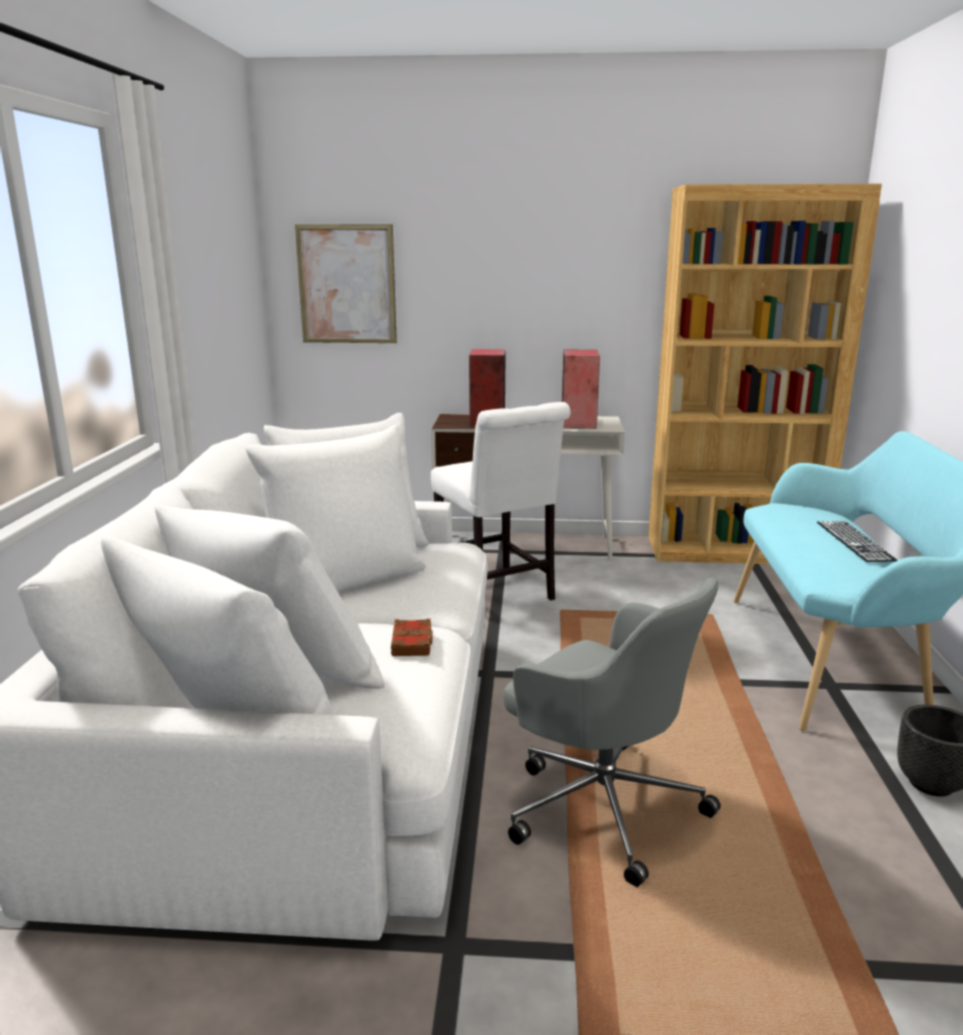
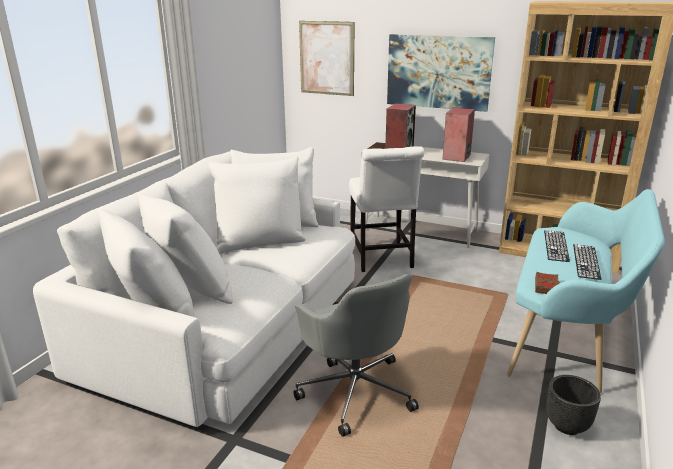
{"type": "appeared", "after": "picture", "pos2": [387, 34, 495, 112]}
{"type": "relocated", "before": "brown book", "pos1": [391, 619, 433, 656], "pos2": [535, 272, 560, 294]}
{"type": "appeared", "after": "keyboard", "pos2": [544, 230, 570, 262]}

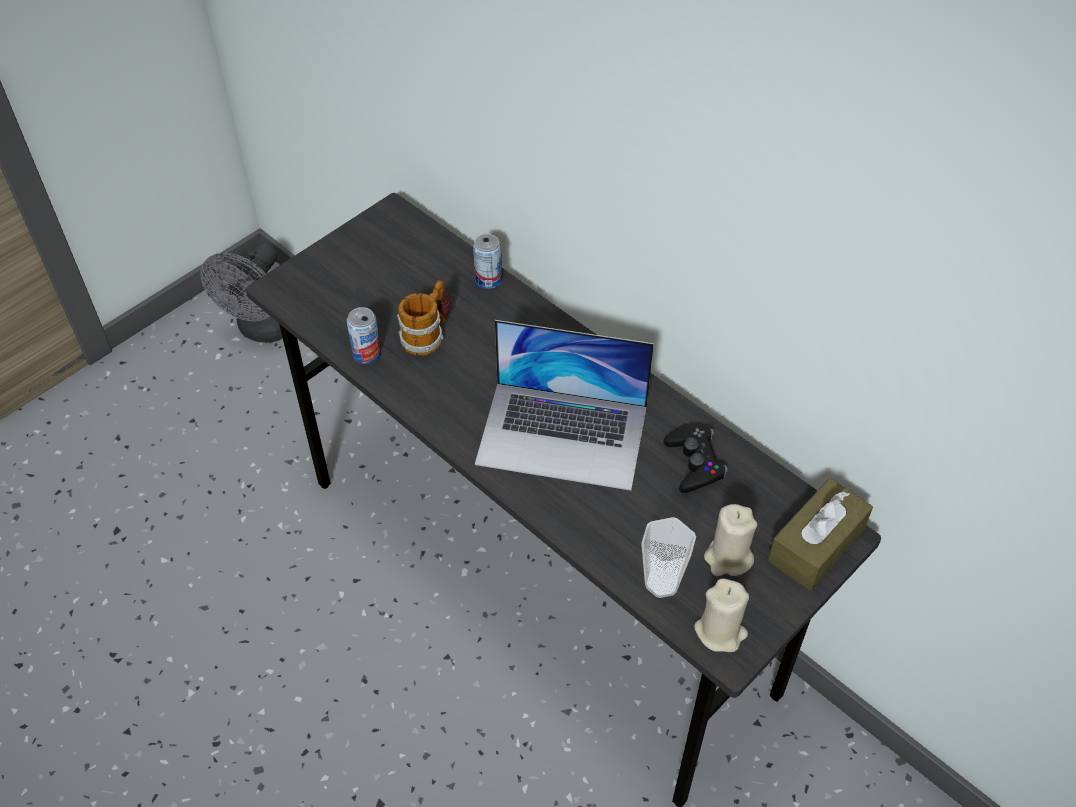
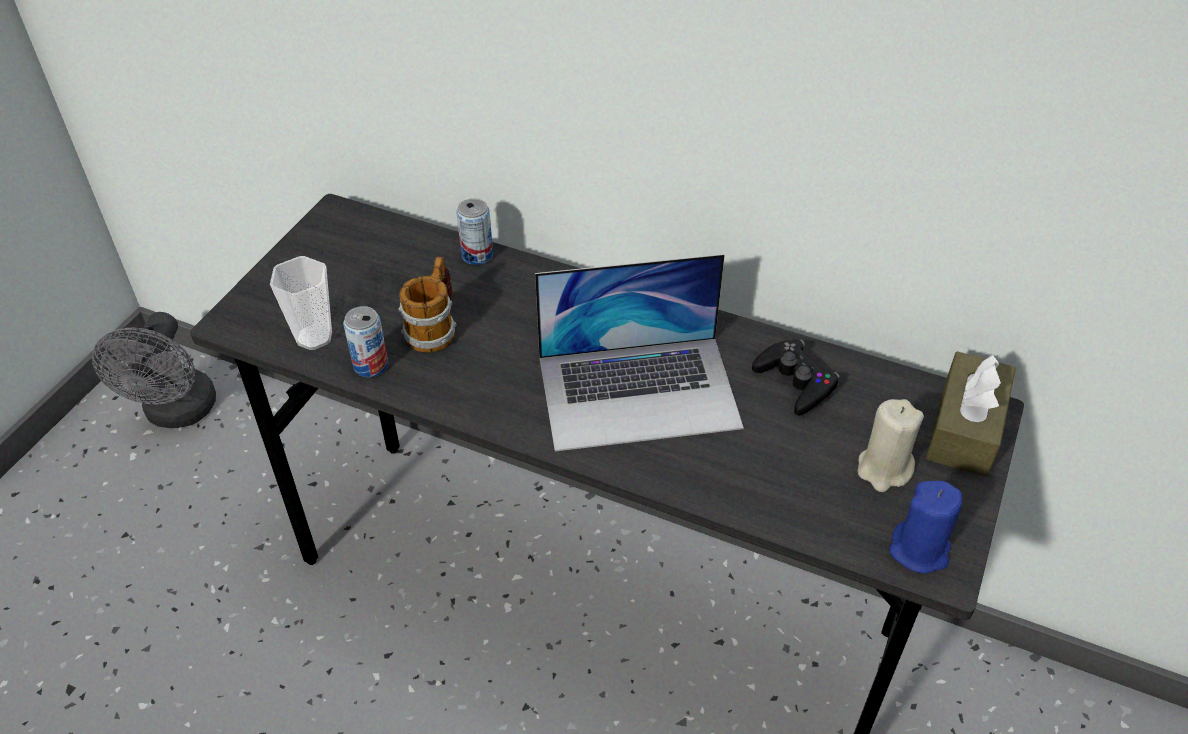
{"type": "relocated", "before": "cup", "pos1": [641, 517, 696, 598], "pos2": [270, 256, 332, 350]}
{"type": "colour", "before": "beige candle", "after": "blue candle", "pos1": [694, 578, 749, 652], "pos2": [889, 481, 962, 574]}

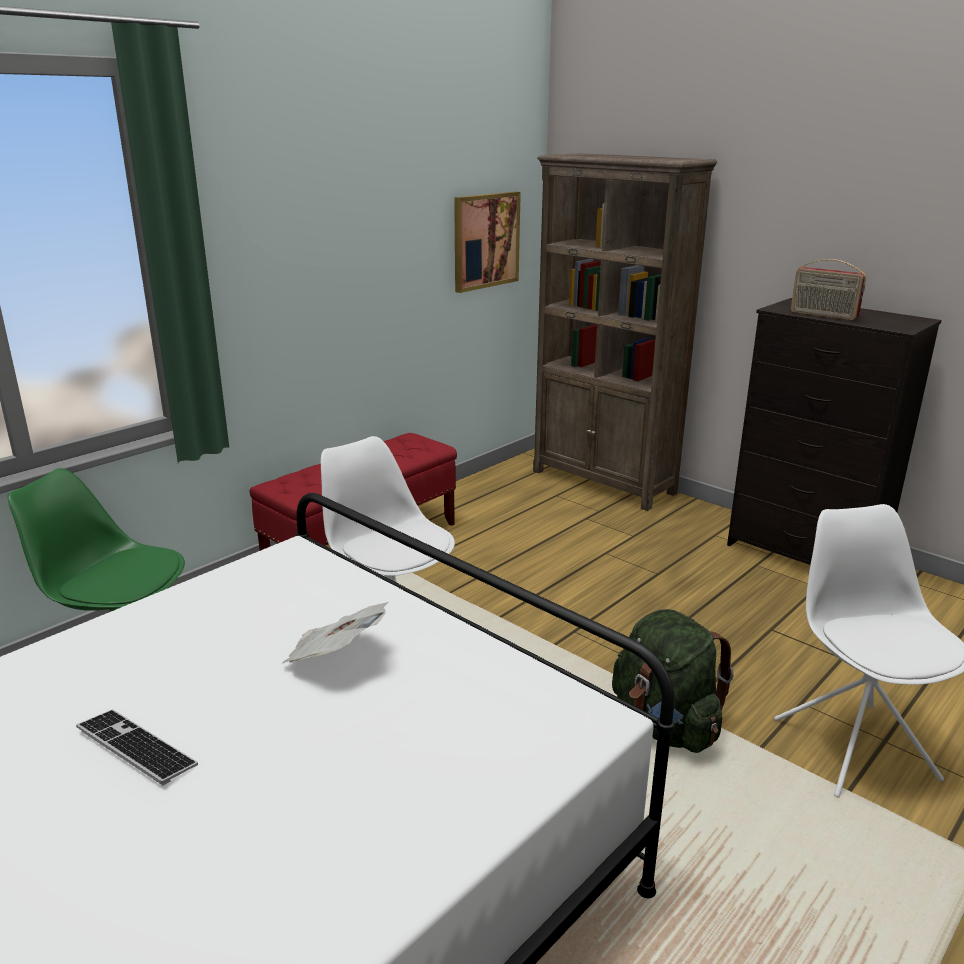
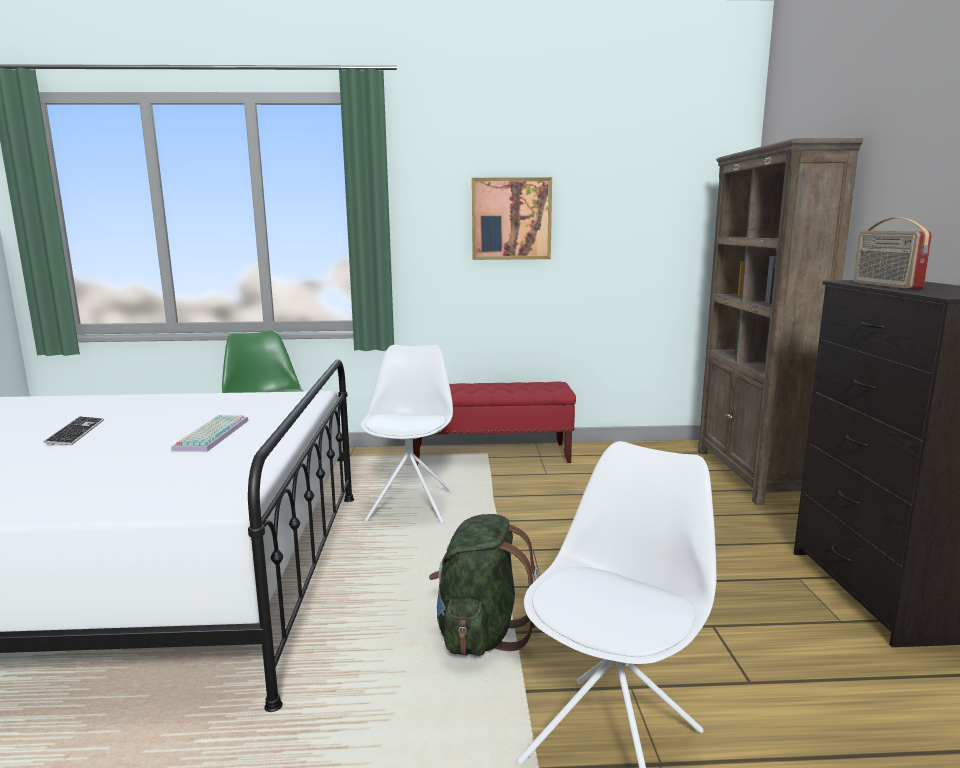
{"type": "exchanged", "before": "newspaper", "after": "keyboard", "pos1": [283, 602, 389, 663], "pos2": [171, 415, 249, 452]}
{"type": "relocated", "before": "picture", "pos1": [454, 191, 521, 293], "pos2": [472, 177, 552, 260]}

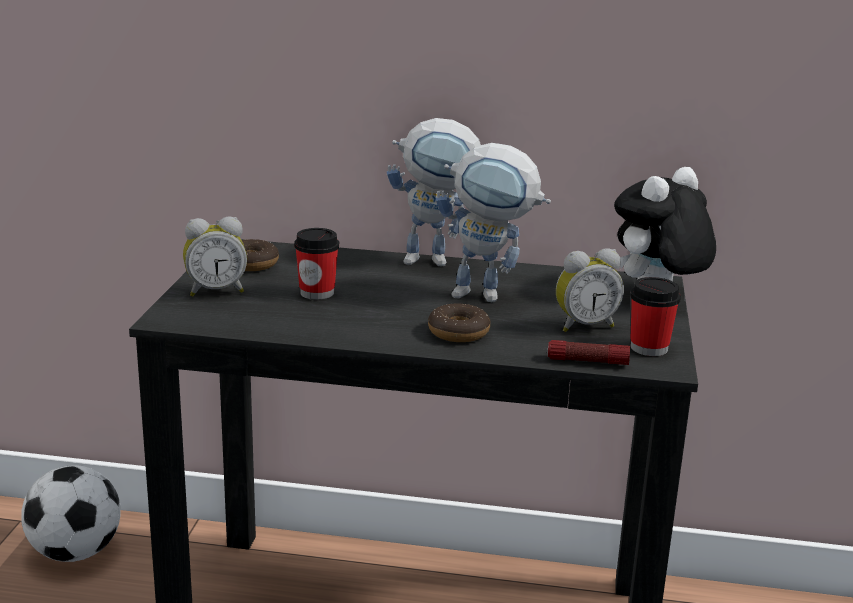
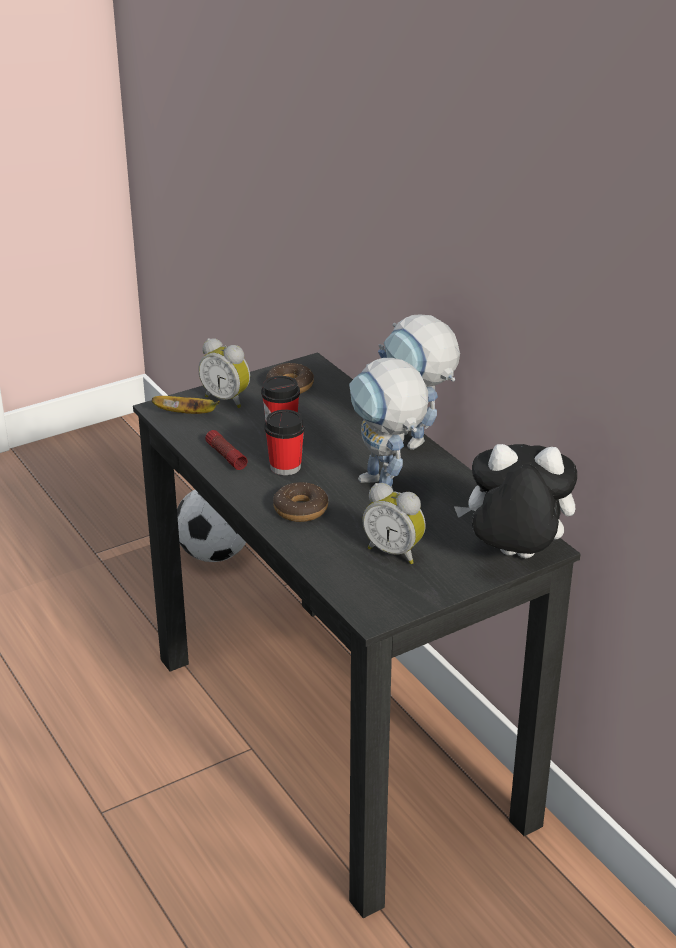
{"type": "appeared", "after": "banana", "pos2": [152, 396, 220, 414]}
{"type": "relocated", "before": "flashlight", "pos1": [548, 340, 630, 365], "pos2": [205, 430, 248, 470]}
{"type": "relocated", "before": "cup", "pos1": [630, 277, 681, 356], "pos2": [264, 410, 305, 475]}

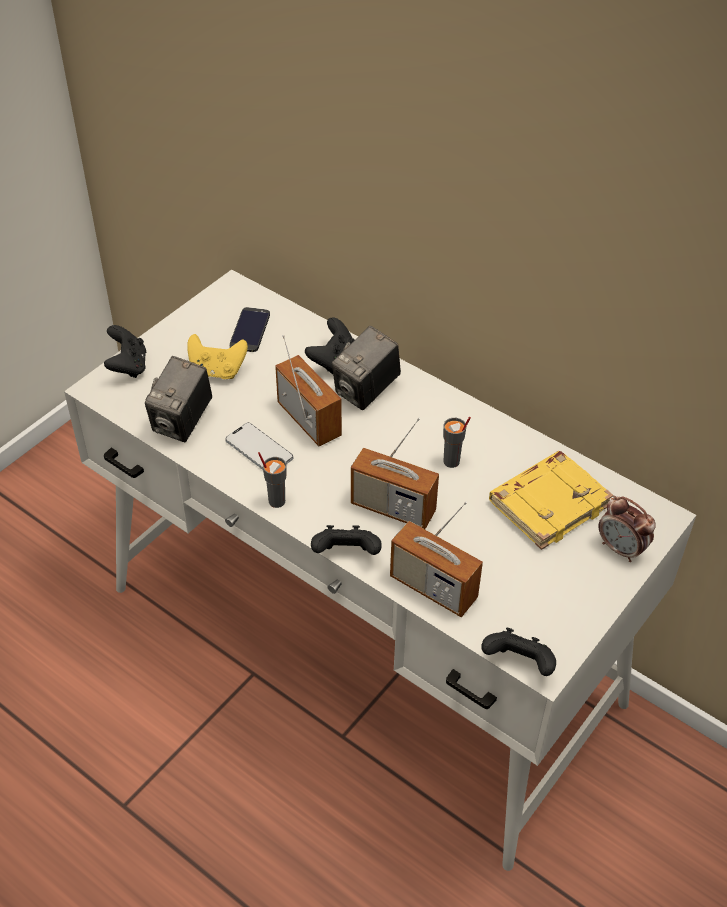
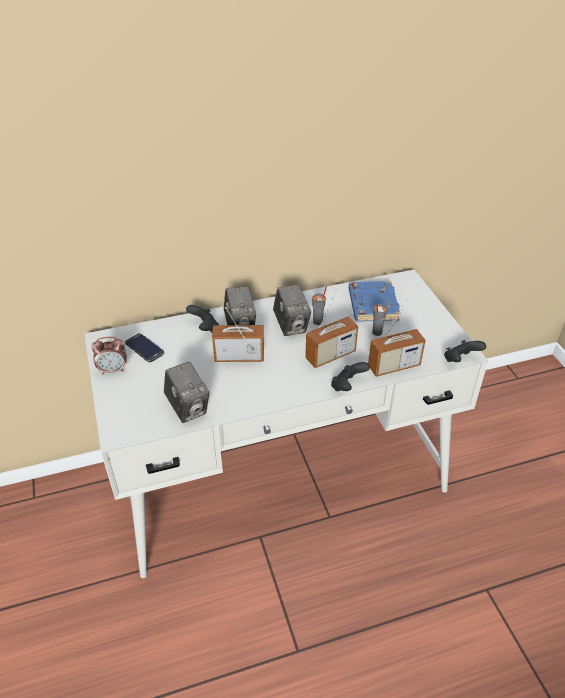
{"type": "relocated", "before": "alarm clock", "pos1": [598, 496, 656, 562], "pos2": [91, 337, 127, 375]}
{"type": "appeared", "after": "photo camera", "pos2": [273, 284, 311, 336]}
{"type": "colour", "before": "yellow book", "after": "blue book", "pos1": [489, 451, 614, 550], "pos2": [349, 281, 401, 322]}
{"type": "relocated", "before": "grey cup", "pos1": [258, 452, 287, 508], "pos2": [372, 304, 387, 336]}
{"type": "missing", "before": "black game controller", "pos1": [104, 325, 146, 378]}
{"type": "missing", "before": "yellow game controller", "pos1": [187, 334, 248, 379]}
{"type": "missing", "before": "phone", "pos1": [225, 422, 293, 470]}

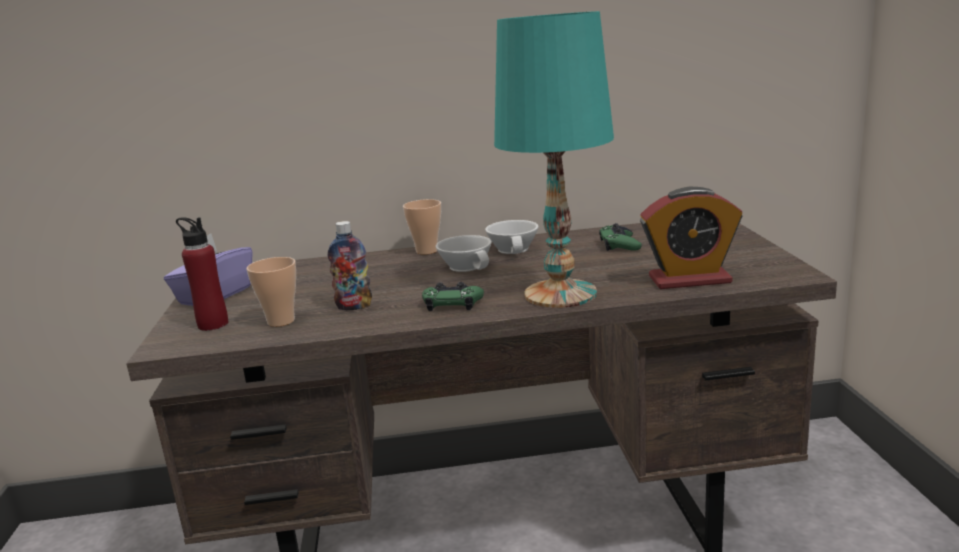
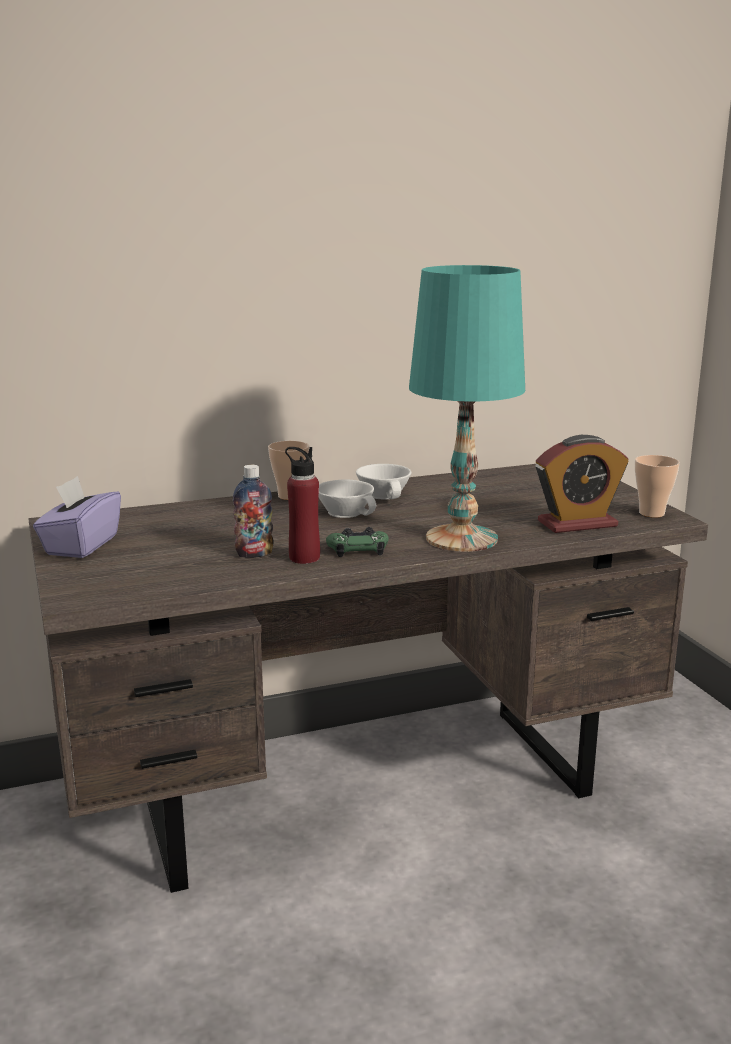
{"type": "relocated", "before": "red bottle", "pos1": [176, 217, 228, 331], "pos2": [285, 447, 320, 564]}
{"type": "relocated", "before": "cup", "pos1": [246, 257, 296, 327], "pos2": [635, 455, 680, 518]}
{"type": "missing", "before": "green game controller", "pos1": [599, 223, 642, 251]}

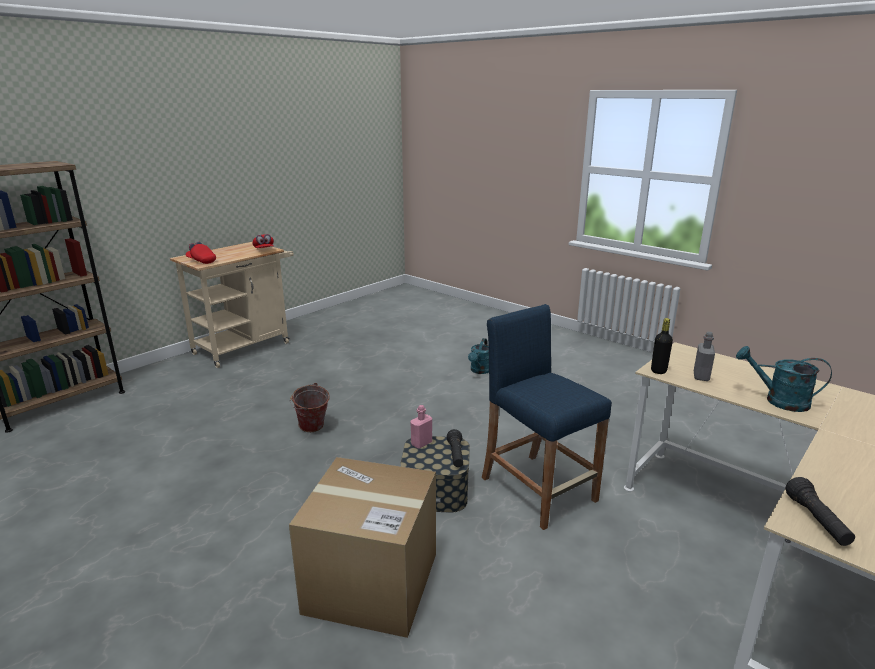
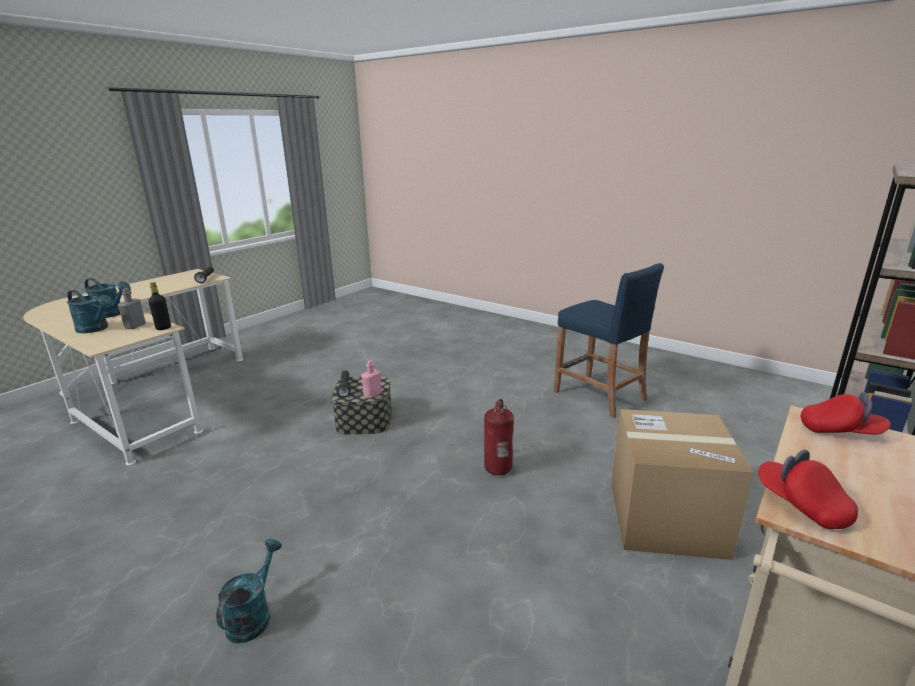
{"type": "appeared", "after": "turquoise watering can", "pos2": [67, 290, 113, 333]}
{"type": "exchanged", "before": "bucket", "after": "fire extinguisher", "pos1": [290, 383, 330, 432], "pos2": [484, 399, 514, 475]}
{"type": "relocated", "before": "blue stool", "pos1": [482, 304, 612, 530], "pos2": [554, 263, 664, 418]}
{"type": "relocated", "before": "cardboard box", "pos1": [289, 457, 436, 638], "pos2": [611, 409, 754, 560]}

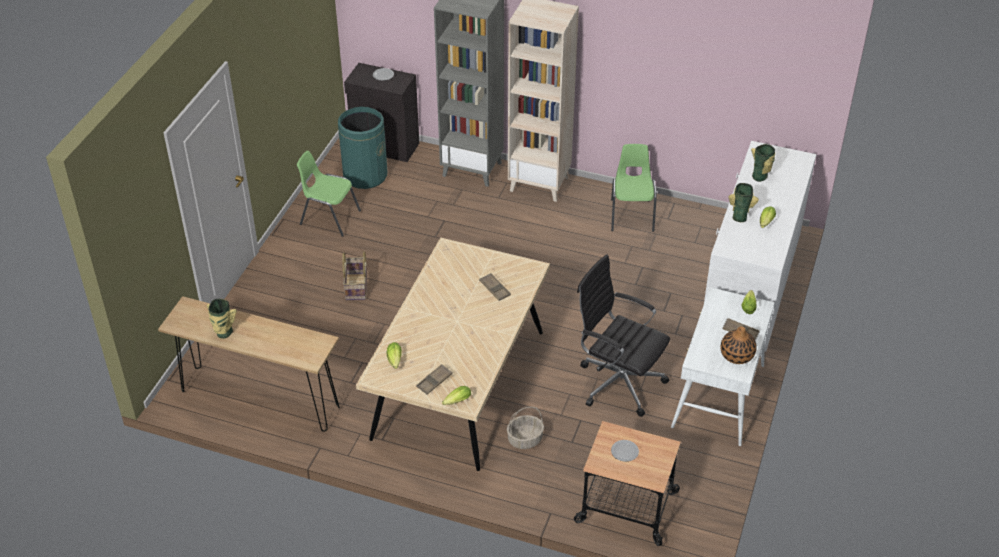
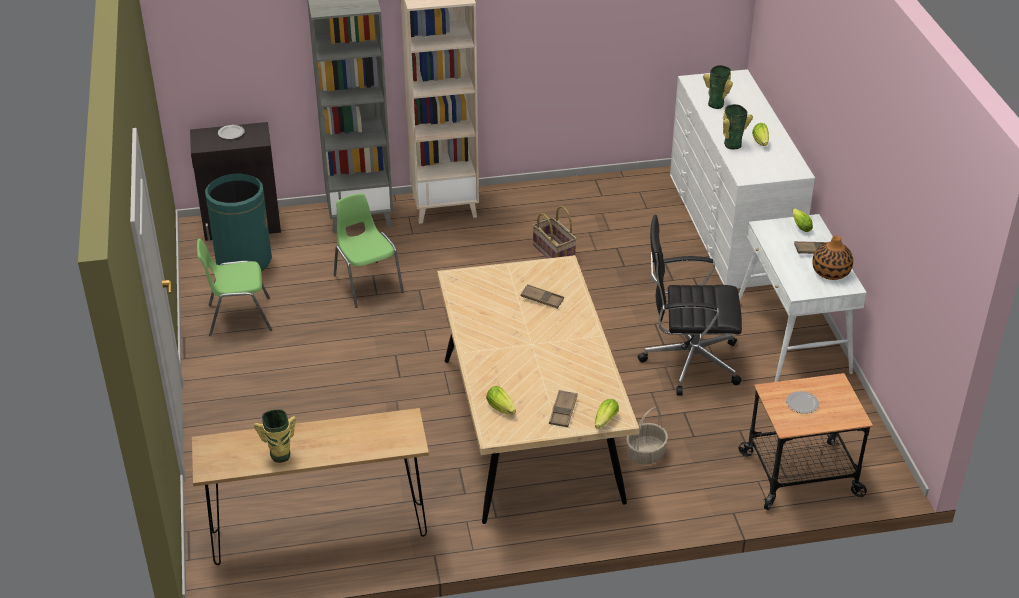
{"type": "relocated", "before": "green chair", "pos1": [611, 144, 657, 232], "pos2": [334, 193, 404, 308]}
{"type": "relocated", "before": "basket", "pos1": [342, 251, 367, 300], "pos2": [532, 206, 577, 258]}

